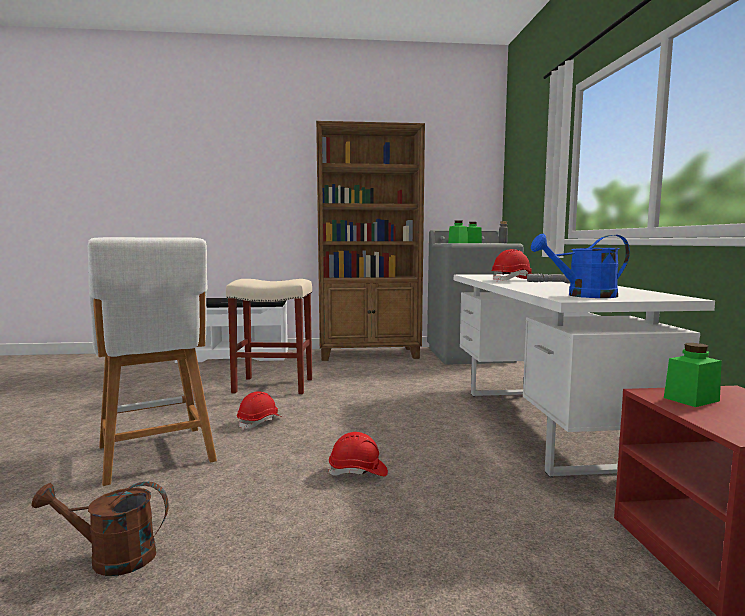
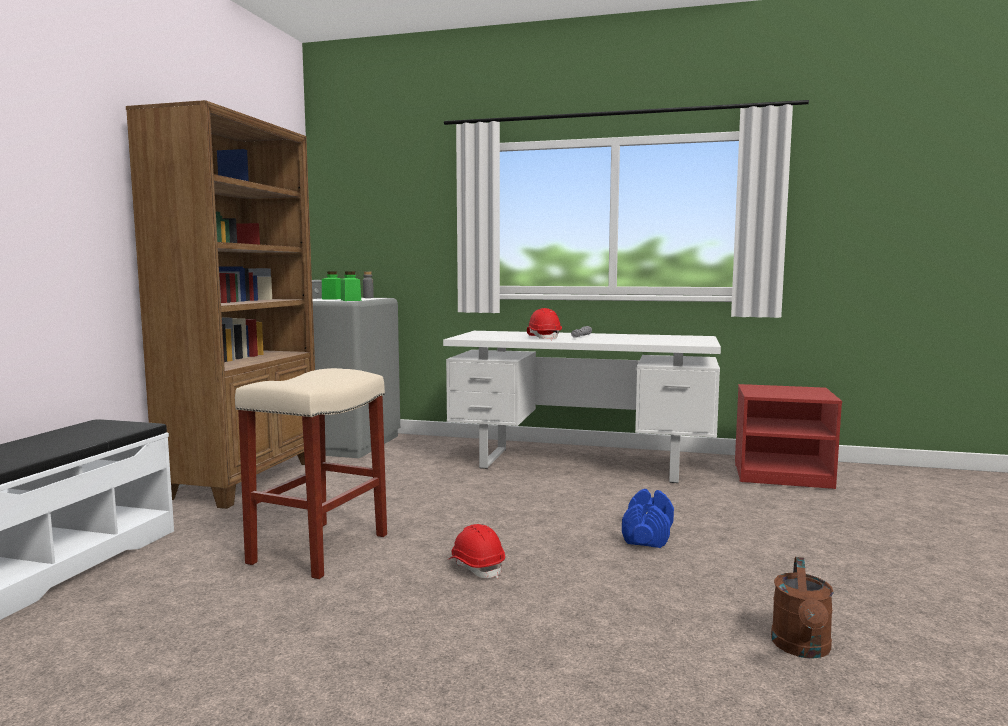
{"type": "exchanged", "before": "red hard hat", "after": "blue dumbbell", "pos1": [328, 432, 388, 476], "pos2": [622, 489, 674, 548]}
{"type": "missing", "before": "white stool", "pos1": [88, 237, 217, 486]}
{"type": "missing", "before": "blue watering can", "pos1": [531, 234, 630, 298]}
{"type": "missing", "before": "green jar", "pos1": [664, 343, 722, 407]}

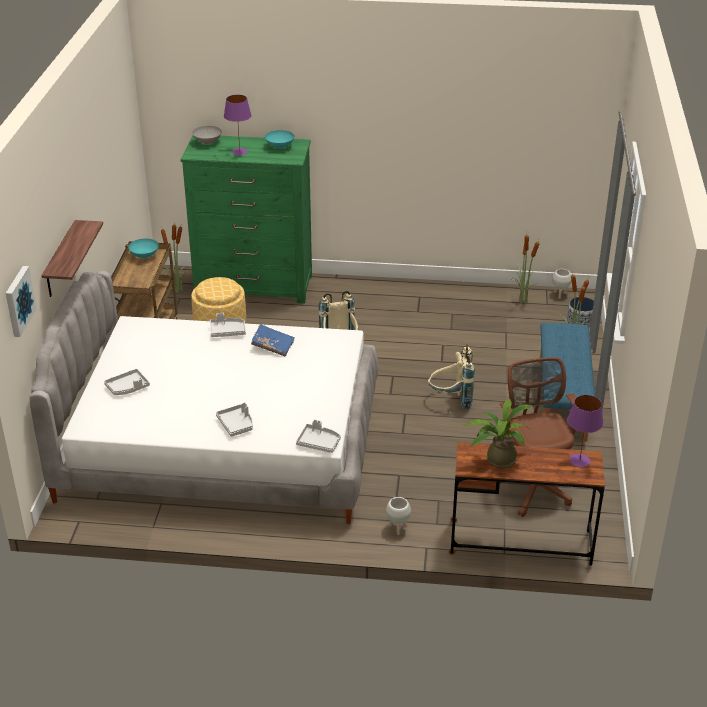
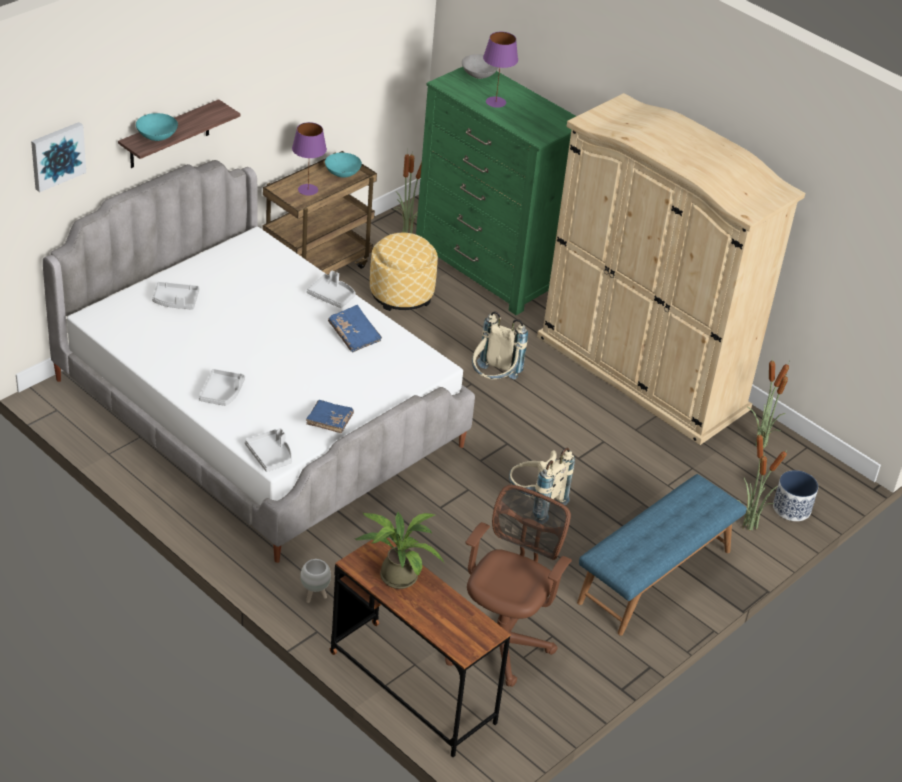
{"type": "relocated", "before": "turquoise bowl", "pos1": [265, 130, 295, 149], "pos2": [136, 113, 178, 141]}
{"type": "relocated", "before": "purple table lamp", "pos1": [567, 395, 604, 467], "pos2": [292, 122, 327, 195]}
{"type": "appeared", "after": "blue book", "pos2": [306, 400, 354, 433]}
{"type": "appeared", "after": "beige wardrobe", "pos2": [537, 93, 805, 445]}
{"type": "missing", "before": "white planter", "pos1": [552, 269, 572, 299]}

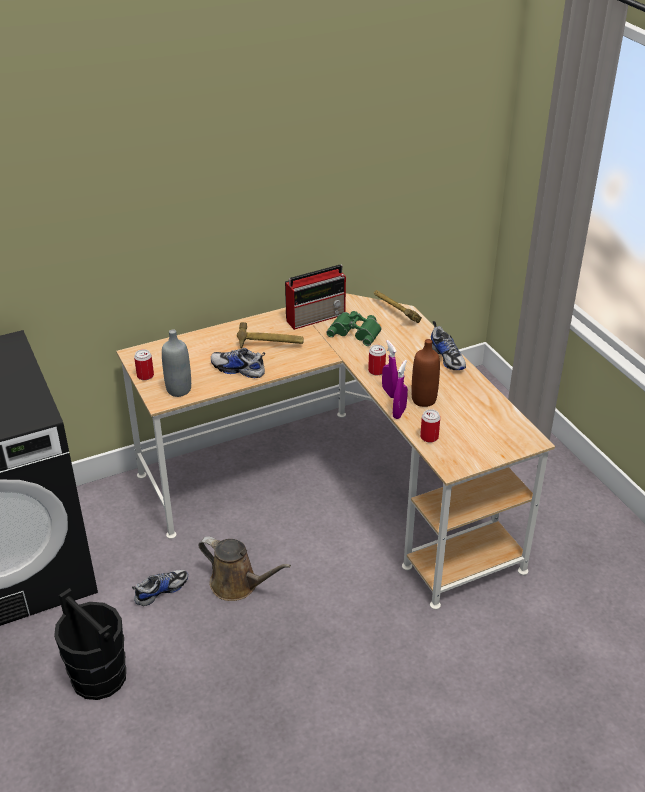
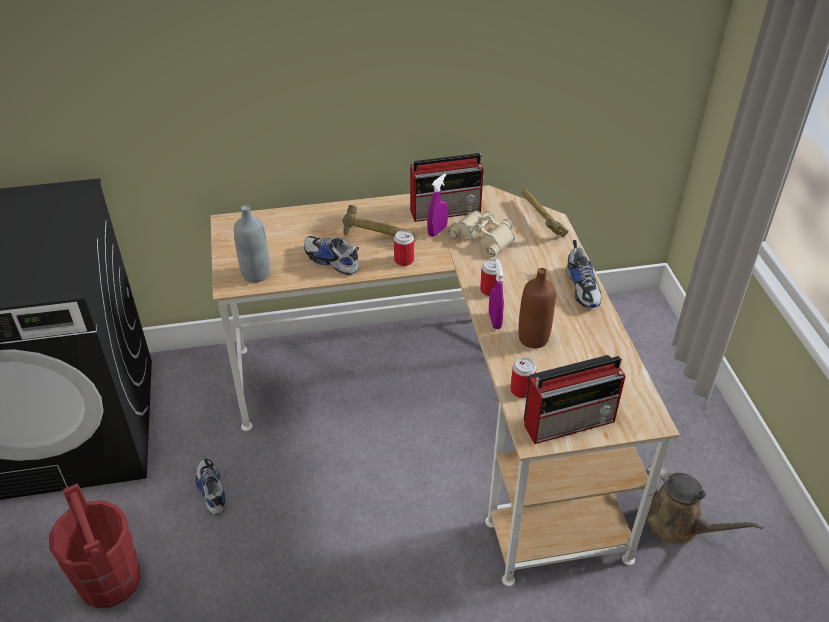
{"type": "colour", "before": "black bucket", "after": "red bucket", "pos1": [54, 588, 126, 700], "pos2": [49, 483, 141, 608]}
{"type": "spun", "before": "shoe", "pos1": [132, 570, 188, 606], "pos2": [196, 459, 227, 515], "turn": -90}
{"type": "relocated", "before": "can", "pos1": [134, 349, 154, 380], "pos2": [394, 230, 414, 266]}
{"type": "relocated", "before": "purple spray bottle", "pos1": [393, 360, 408, 419], "pos2": [427, 174, 448, 237]}
{"type": "colour", "before": "green binoculars", "after": "beige binoculars", "pos1": [326, 311, 381, 346], "pos2": [448, 210, 515, 257]}
{"type": "appeared", "after": "radio", "pos2": [524, 355, 625, 444]}
{"type": "relocated", "before": "brown watering can", "pos1": [198, 536, 291, 601], "pos2": [646, 465, 764, 544]}

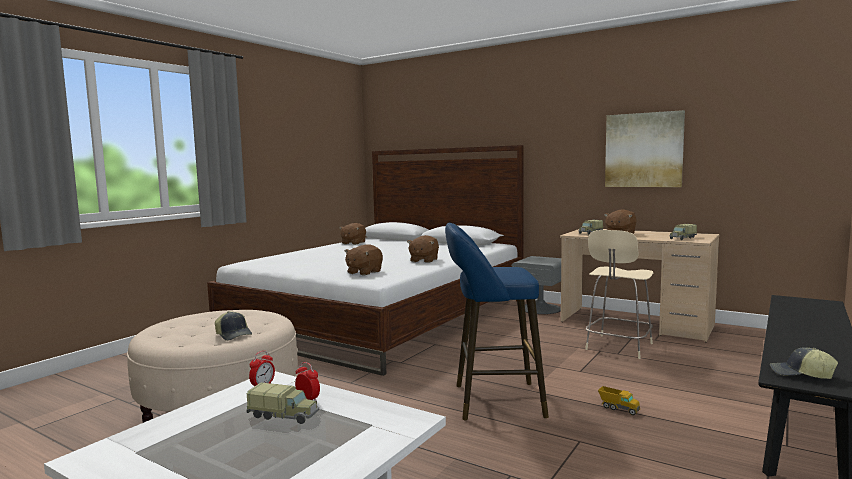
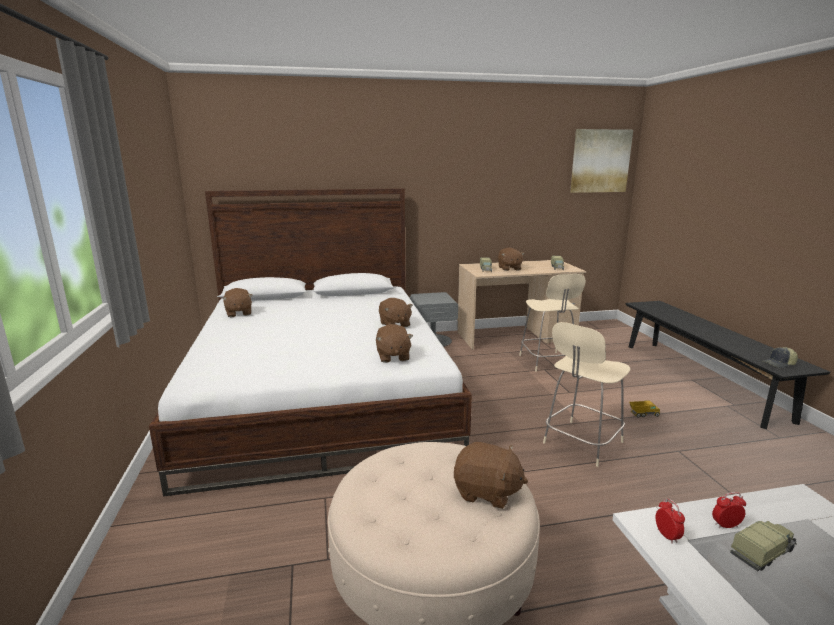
{"type": "exchanged", "before": "cap", "after": "brown plush toy", "pos1": [215, 311, 252, 341], "pos2": [454, 442, 528, 509]}
{"type": "exchanged", "before": "blue stool", "after": "beige chair", "pos1": [445, 223, 549, 420], "pos2": [543, 322, 631, 467]}
{"type": "relocated", "before": "picture", "pos1": [605, 110, 685, 187], "pos2": [570, 129, 633, 193]}

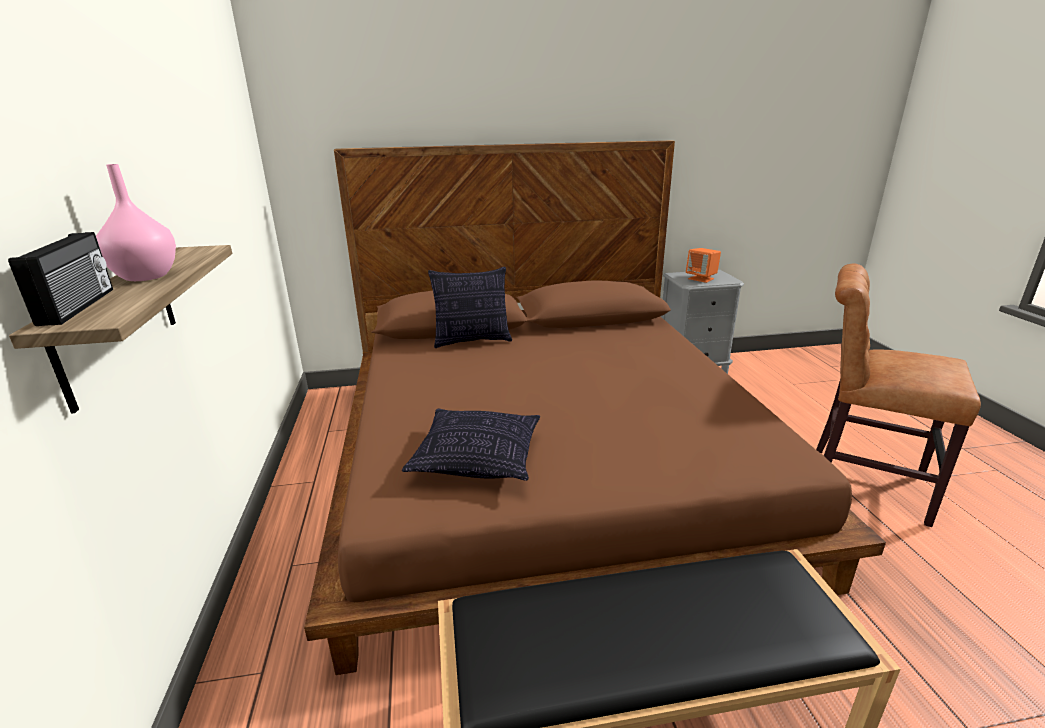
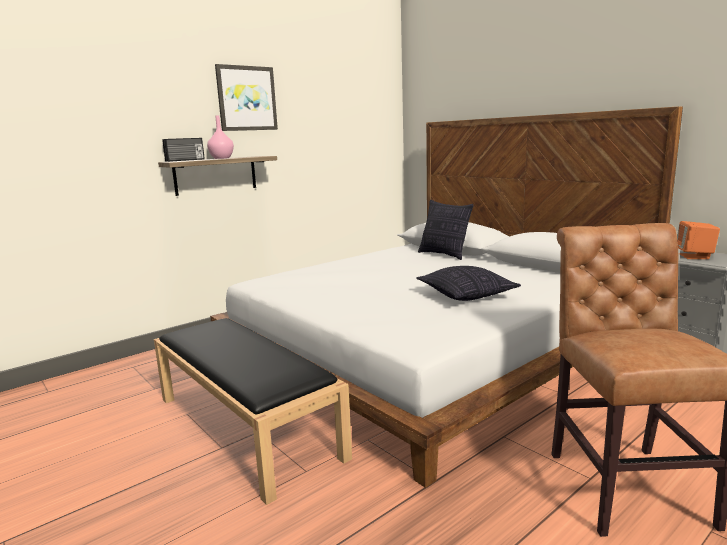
{"type": "colour", "before": "brown bed", "after": "white bed", "pos1": [304, 140, 886, 675], "pos2": [210, 106, 683, 488]}
{"type": "appeared", "after": "picture", "pos2": [215, 64, 278, 131]}
{"type": "relocated", "before": "pillow", "pos1": [402, 408, 540, 481], "pos2": [416, 266, 521, 301]}

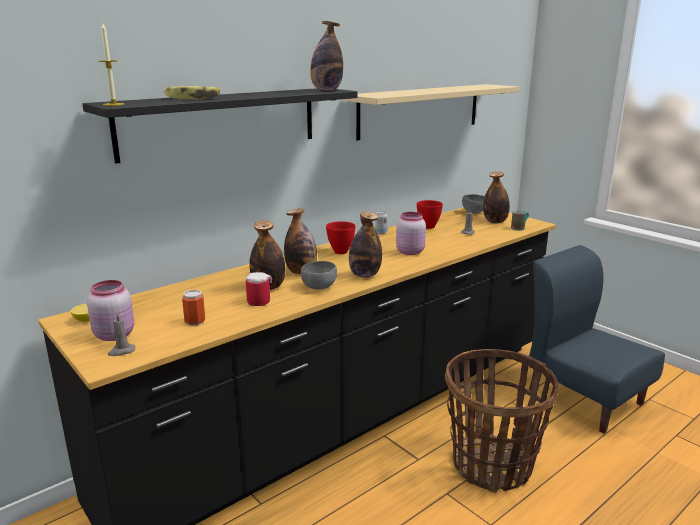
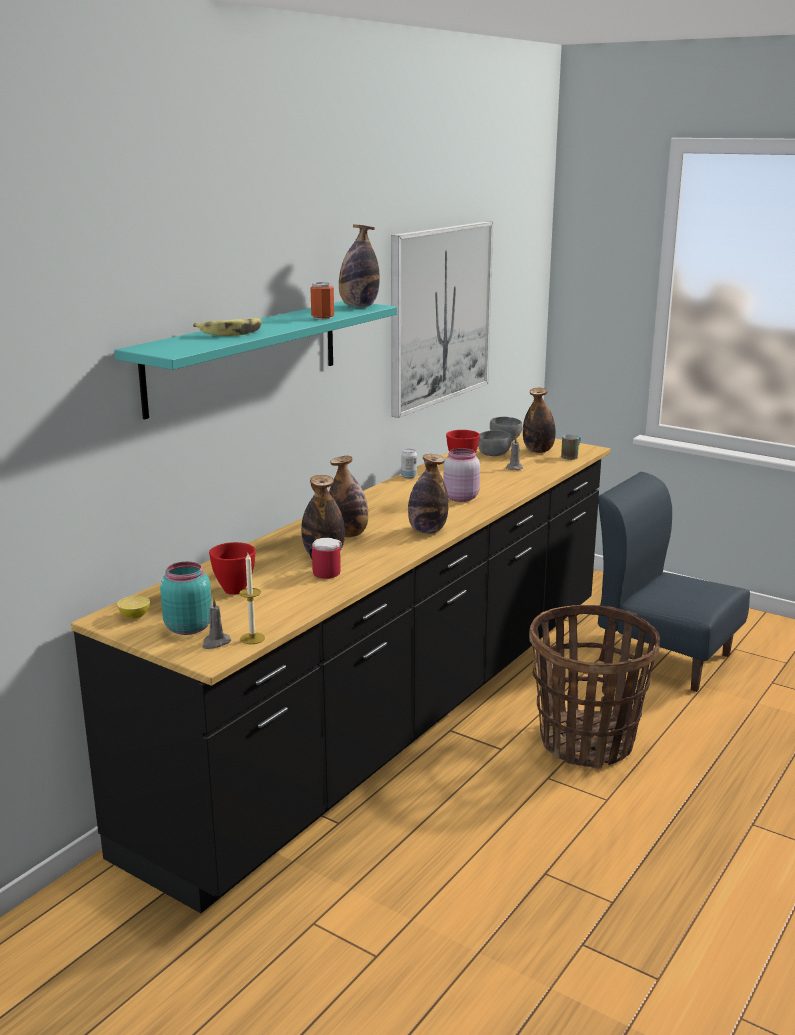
{"type": "colour", "before": "black shelf", "after": "turquoise shelf", "pos1": [82, 88, 357, 164], "pos2": [114, 301, 397, 419]}
{"type": "colour", "before": "pink jar", "after": "turquoise jar", "pos1": [87, 280, 134, 341], "pos2": [160, 562, 212, 635]}
{"type": "relocated", "before": "red bowl", "pos1": [326, 221, 356, 254], "pos2": [209, 542, 256, 595]}
{"type": "relocated", "before": "candle", "pos1": [99, 23, 125, 106], "pos2": [239, 554, 265, 644]}
{"type": "relocated", "before": "can", "pos1": [182, 290, 205, 326], "pos2": [310, 282, 334, 319]}
{"type": "exchanged", "before": "beige shelf", "after": "picture", "pos1": [343, 84, 519, 141], "pos2": [391, 221, 493, 418]}
{"type": "relocated", "before": "grey bowl", "pos1": [301, 261, 337, 290], "pos2": [478, 430, 512, 456]}

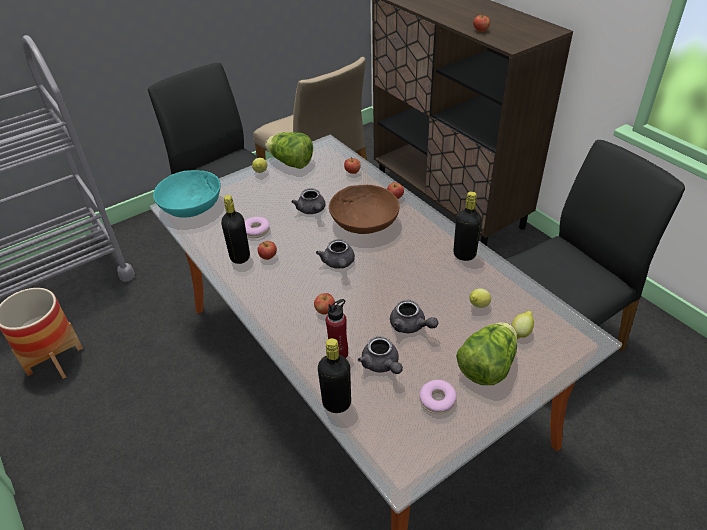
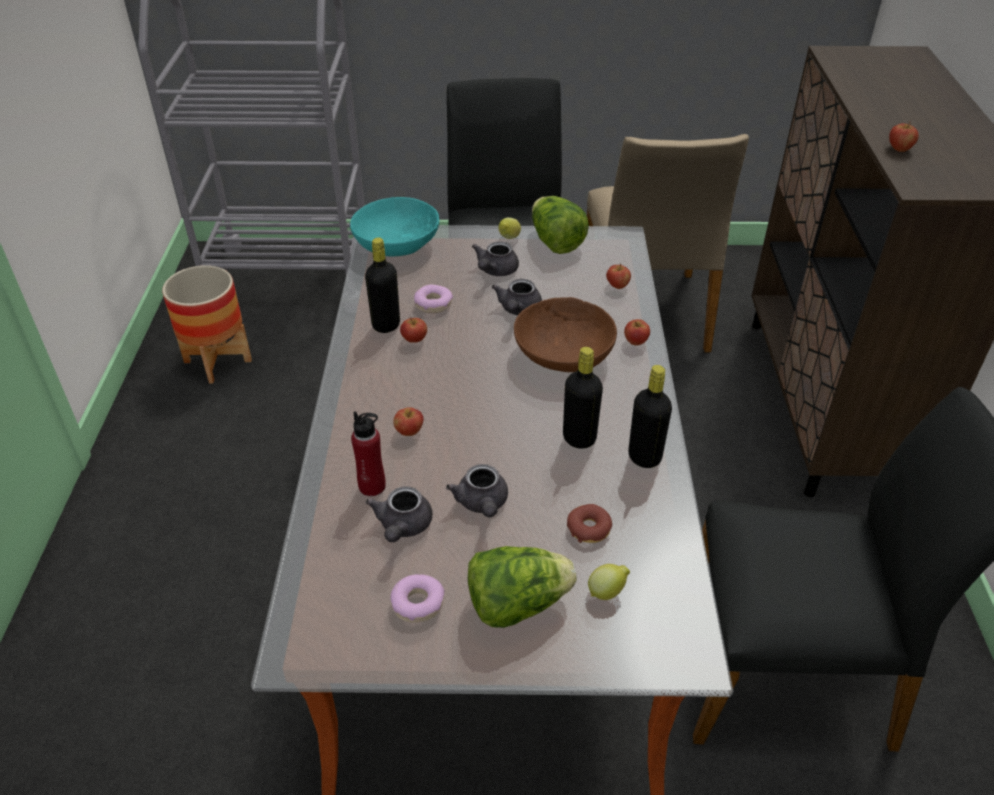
{"type": "relocated", "before": "grey teapot", "pos1": [316, 239, 355, 269], "pos2": [472, 241, 519, 276]}
{"type": "relocated", "before": "black bottle", "pos1": [318, 338, 351, 413], "pos2": [563, 347, 603, 449]}
{"type": "exchanged", "before": "lemon", "after": "donut", "pos1": [470, 288, 491, 308], "pos2": [567, 504, 612, 543]}

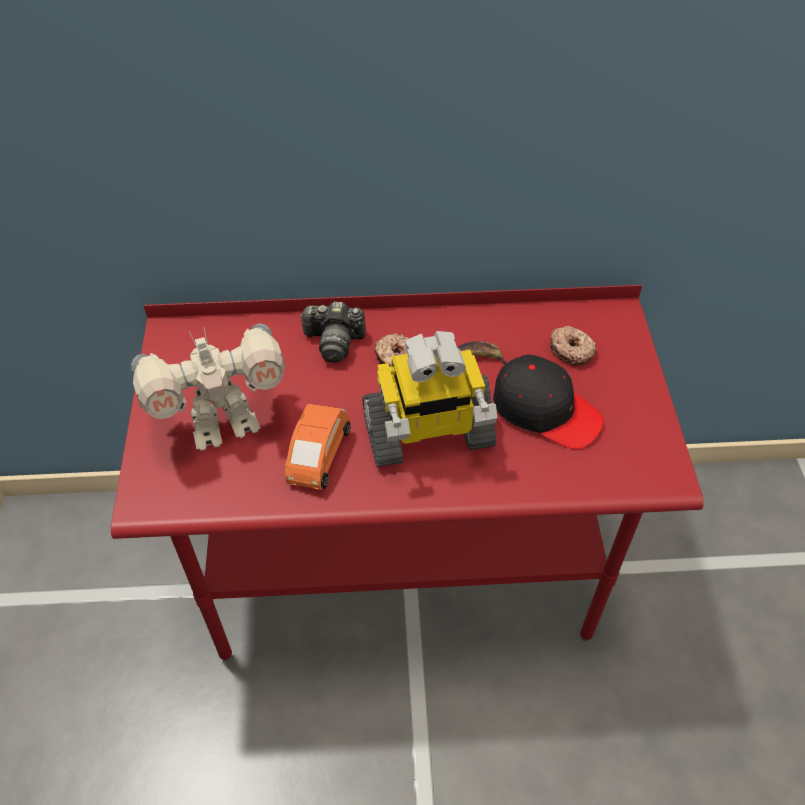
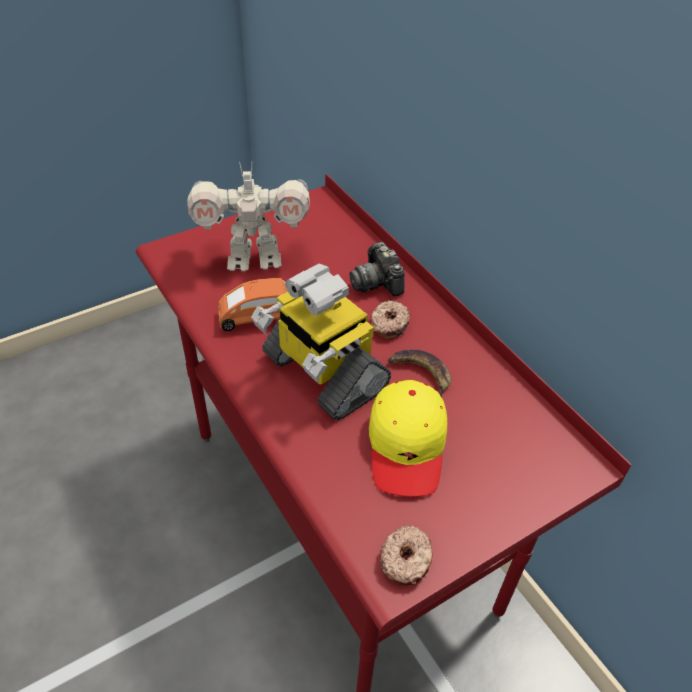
{"type": "spun", "before": "toy robot", "pos1": [131, 323, 285, 451], "pos2": [187, 162, 310, 271], "turn": -45}
{"type": "colour", "before": "black cap", "after": "yellow cap", "pos1": [493, 355, 604, 450], "pos2": [369, 380, 447, 497]}
{"type": "relocated", "before": "donut", "pos1": [550, 326, 597, 365], "pos2": [380, 525, 433, 586]}

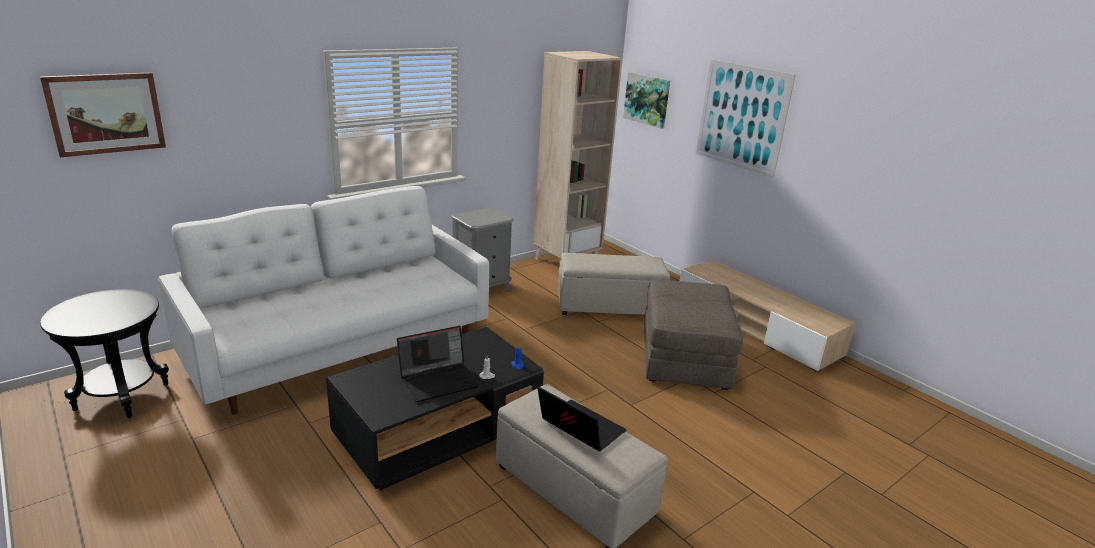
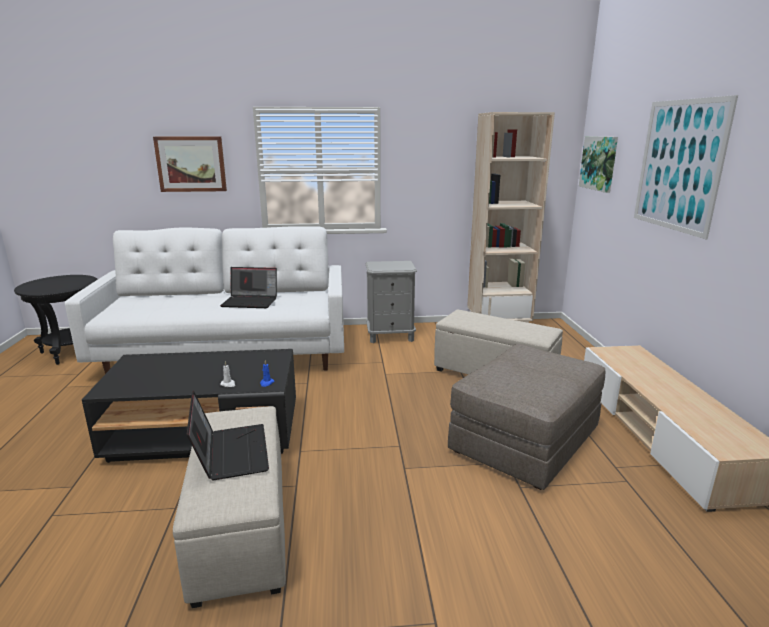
{"type": "relocated", "before": "picture", "pos1": [40, 72, 166, 157], "pos2": [153, 137, 227, 192]}
{"type": "relocated", "before": "laptop", "pos1": [397, 326, 479, 402], "pos2": [220, 267, 277, 308]}

